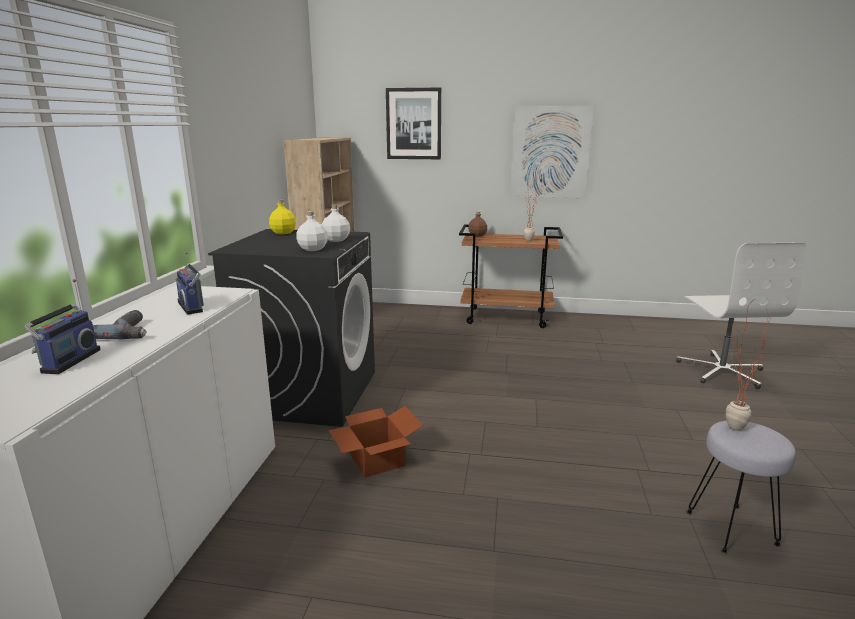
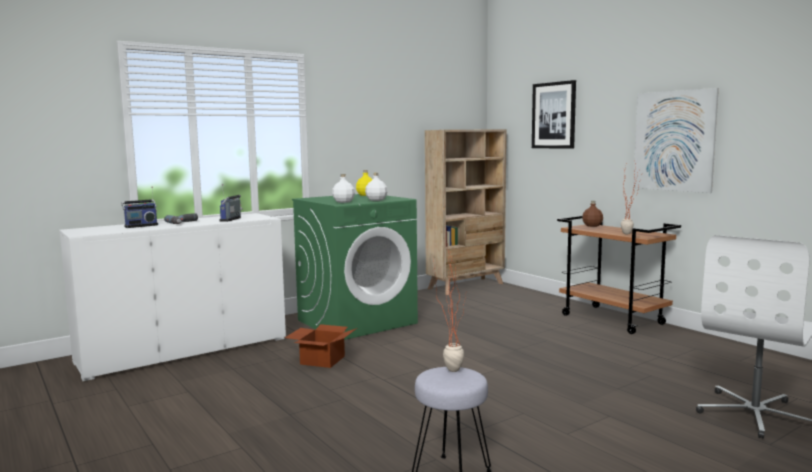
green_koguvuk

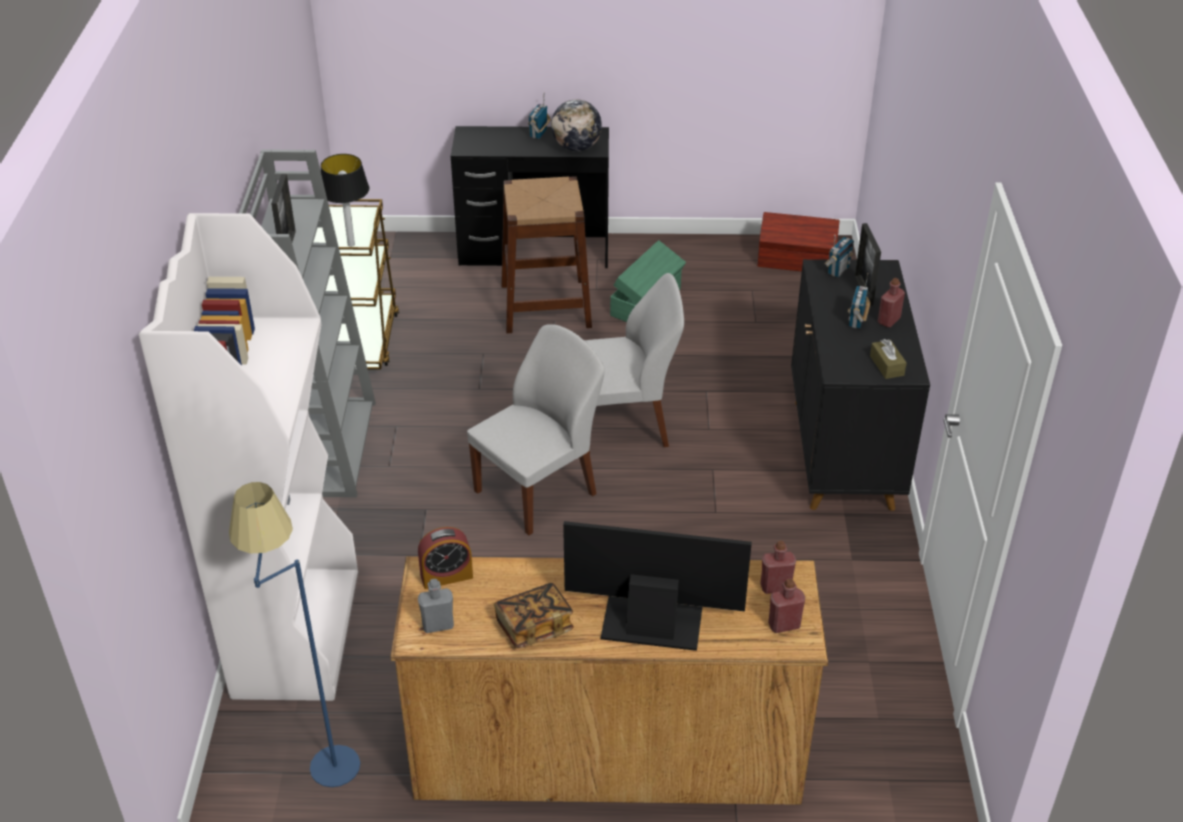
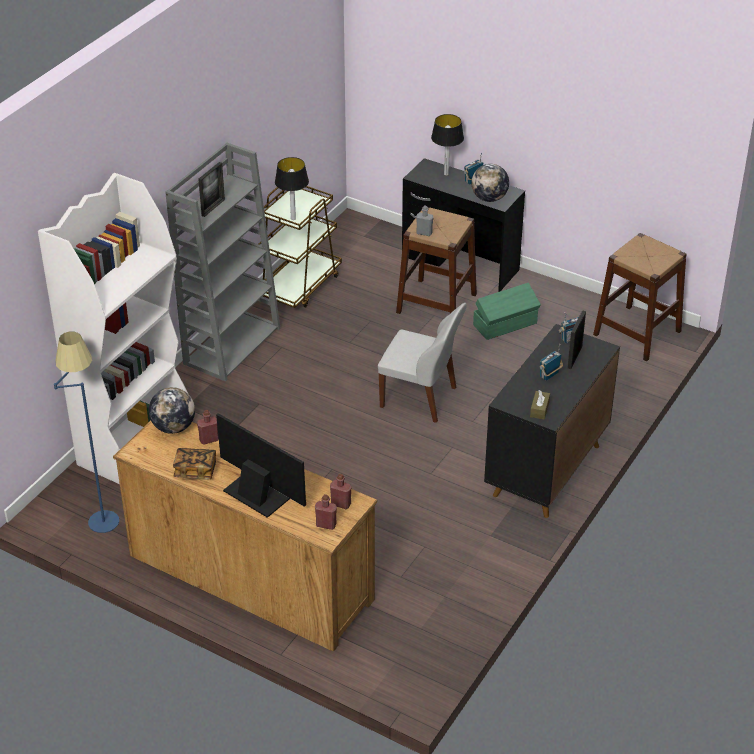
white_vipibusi (1st from left in the first image)
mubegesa (2nd from left)
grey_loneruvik
red_loneruvik (1st from left)
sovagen (1st from left)
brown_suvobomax (2nd from left)

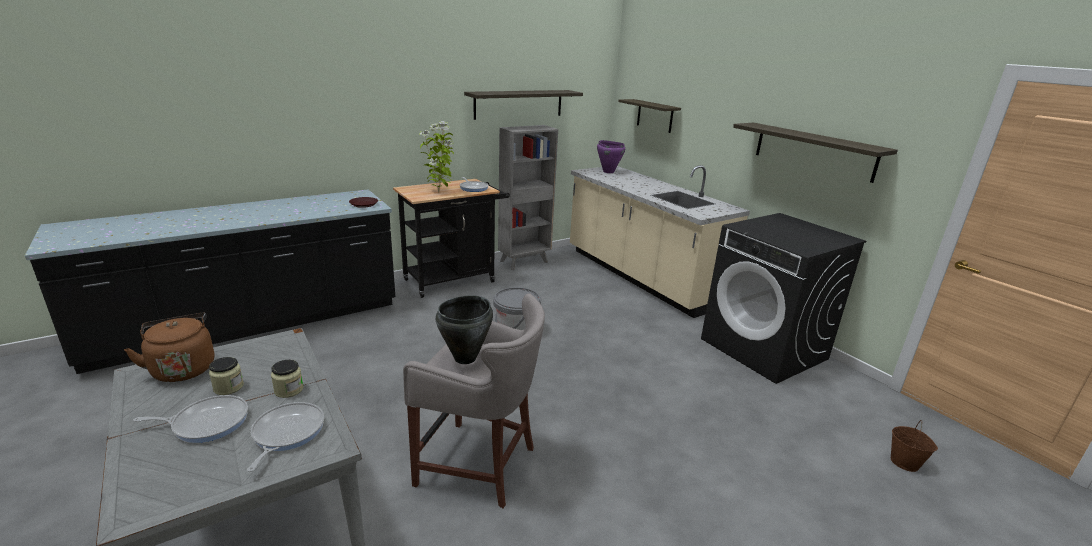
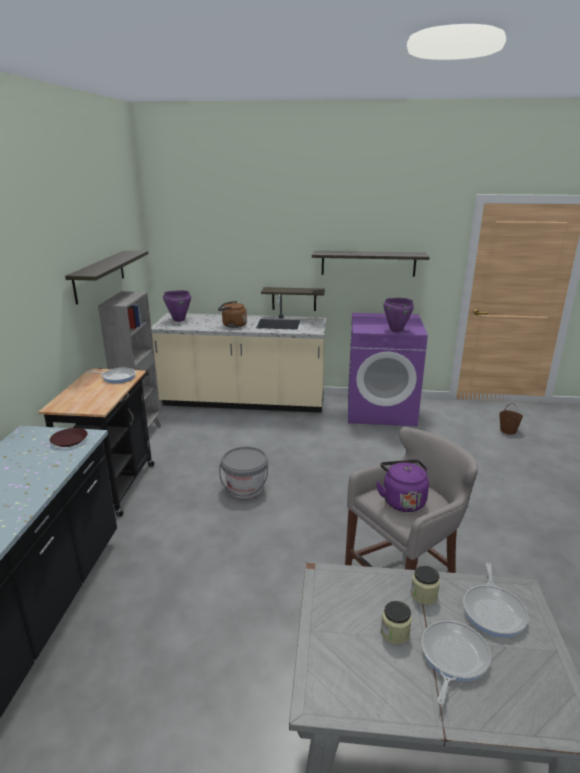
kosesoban
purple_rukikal (2nd from left)
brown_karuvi
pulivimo (2nd from left)
purple_karuvi
purple_koguvuk
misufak (3rd from left)

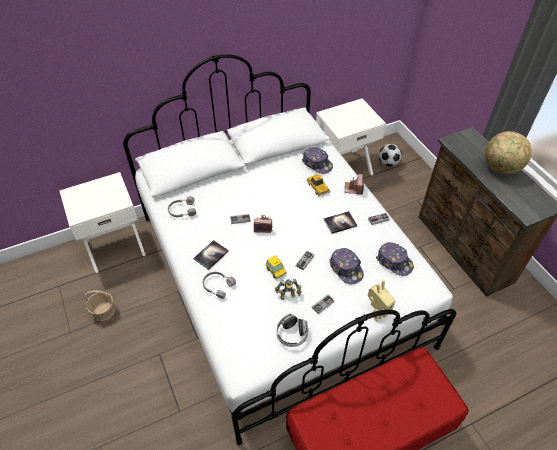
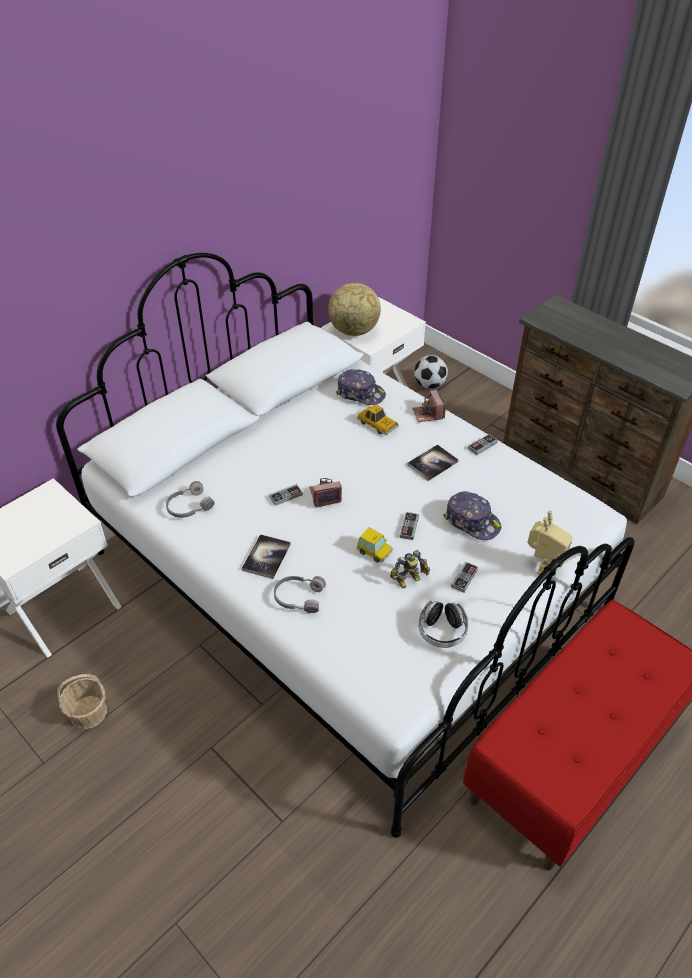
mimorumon (3rd from left in the first image)
sovagen

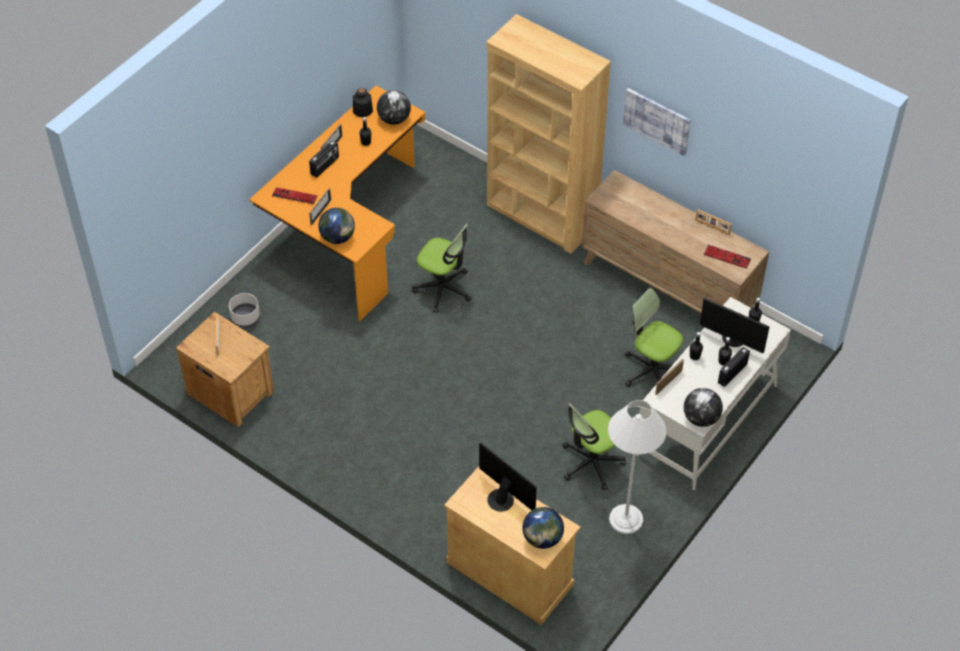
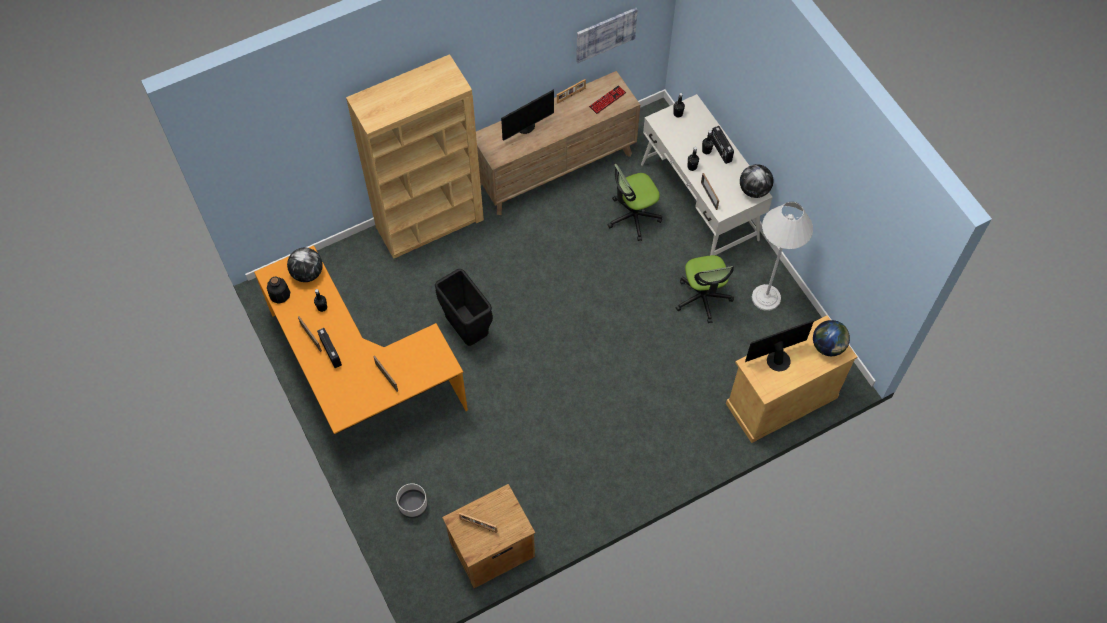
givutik (1st from left in the first image)
sovagen (1st from left in the first image)
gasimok
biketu (1st from left)
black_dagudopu

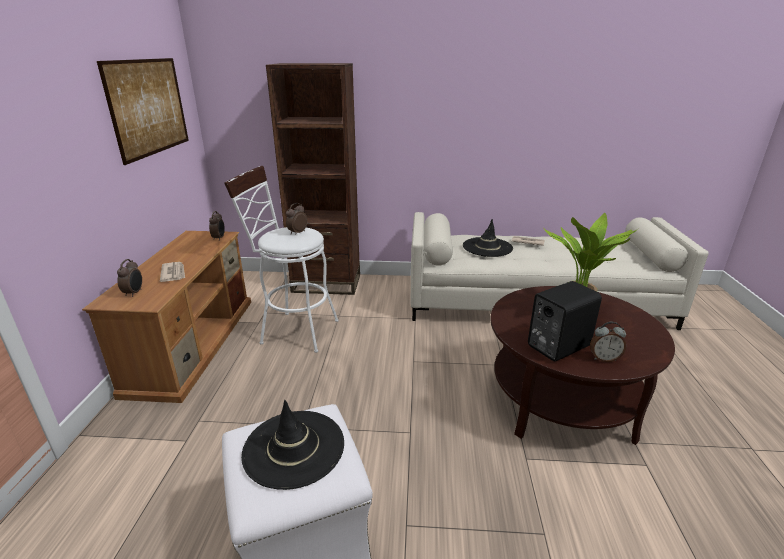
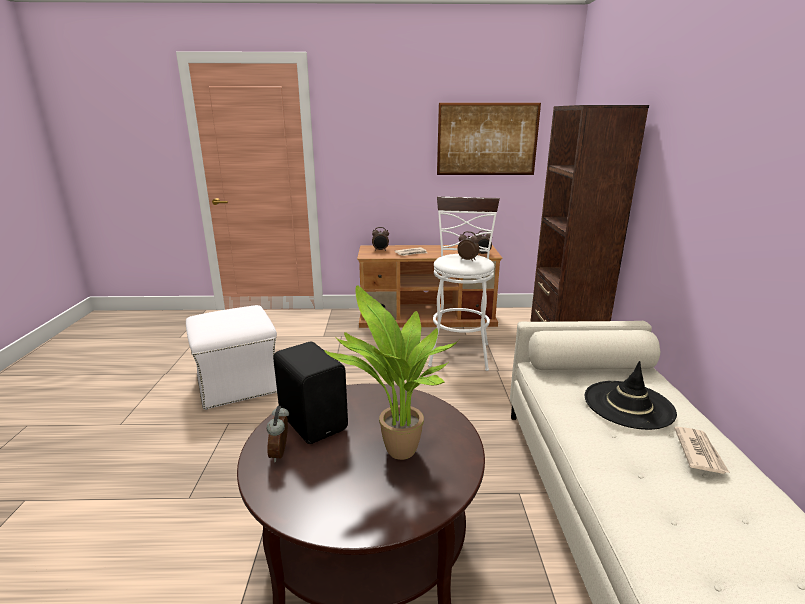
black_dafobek (1st from left in the first image)

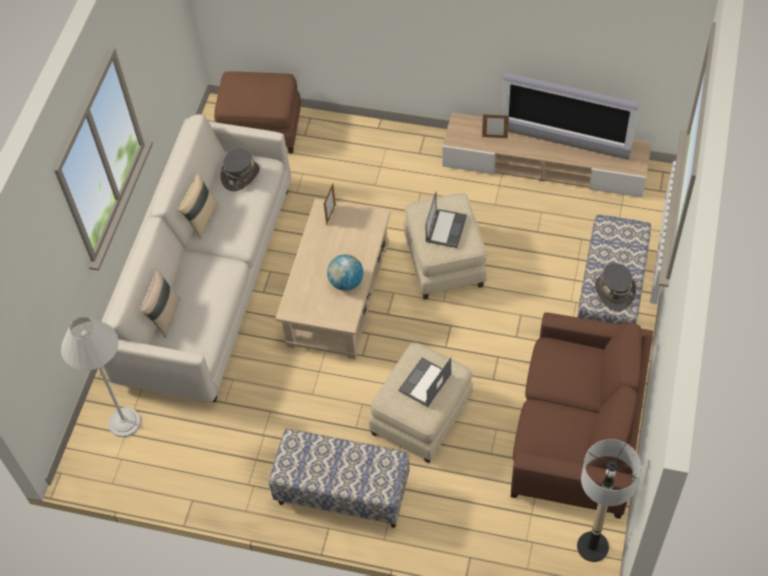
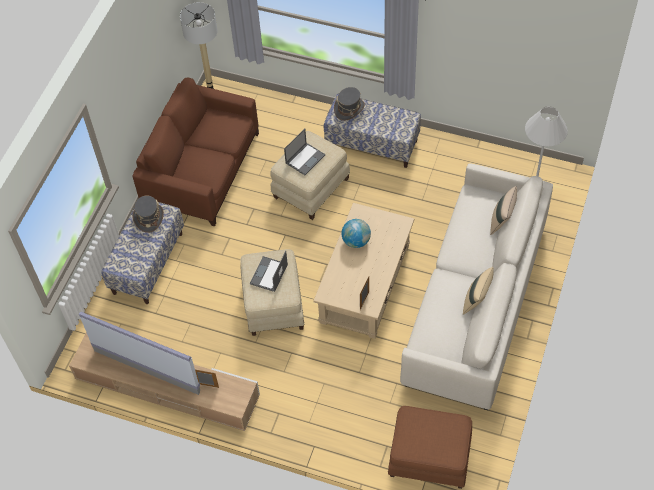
grey_dafobek (2nd from left)

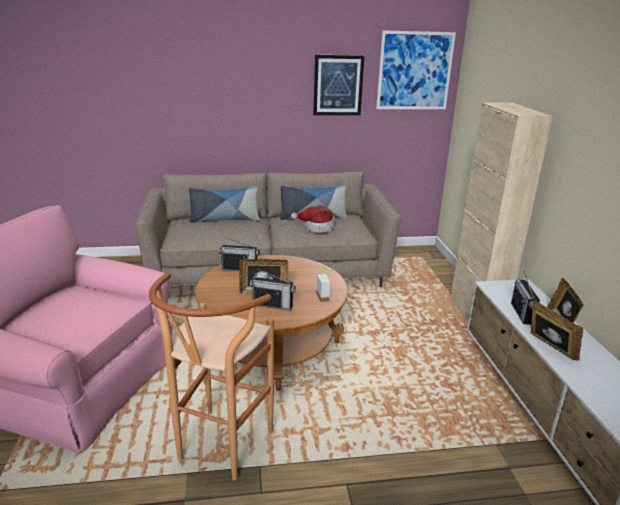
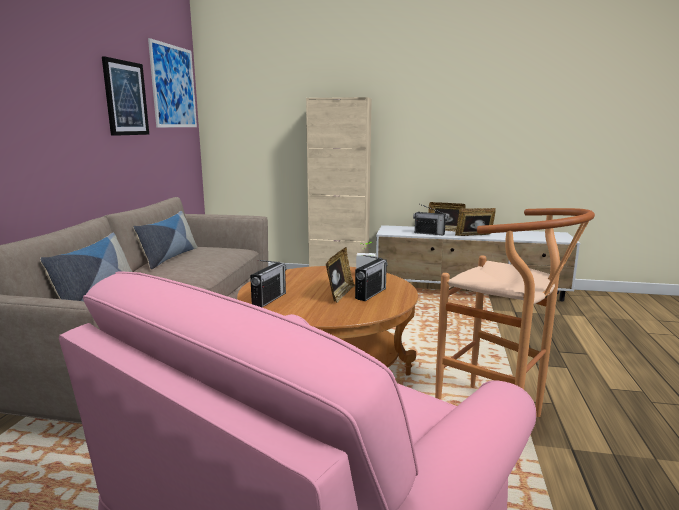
dafobek

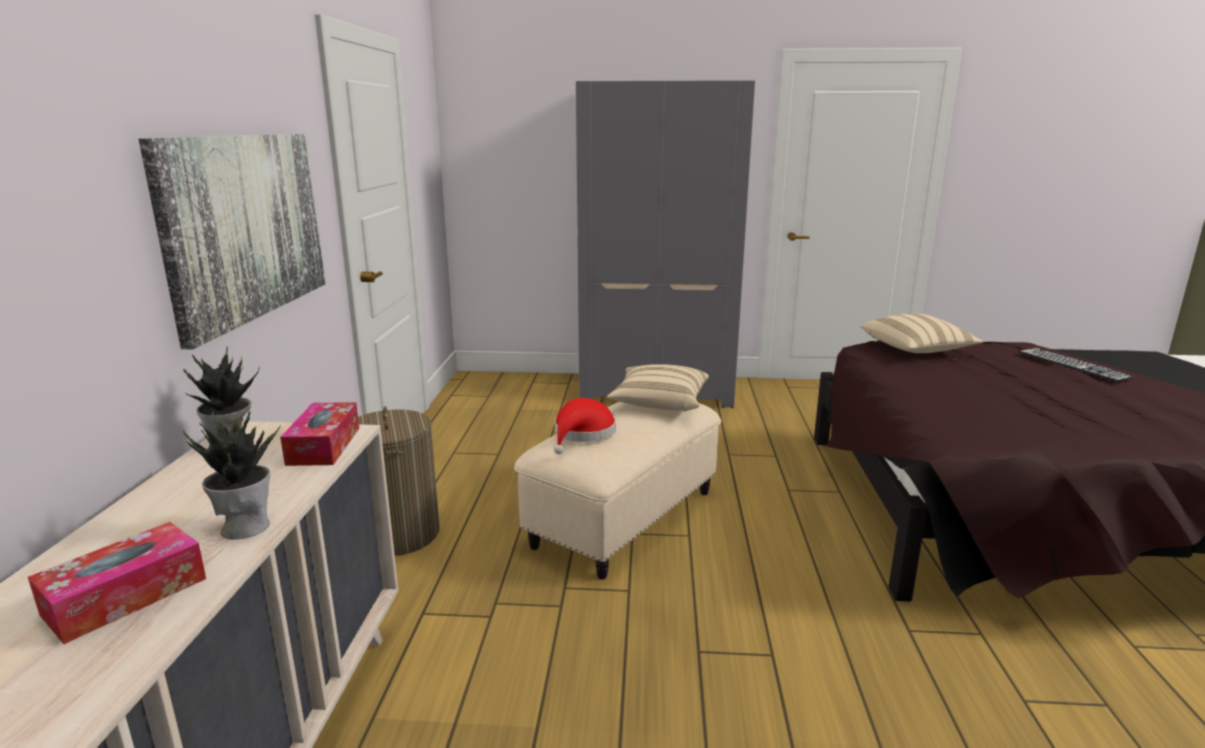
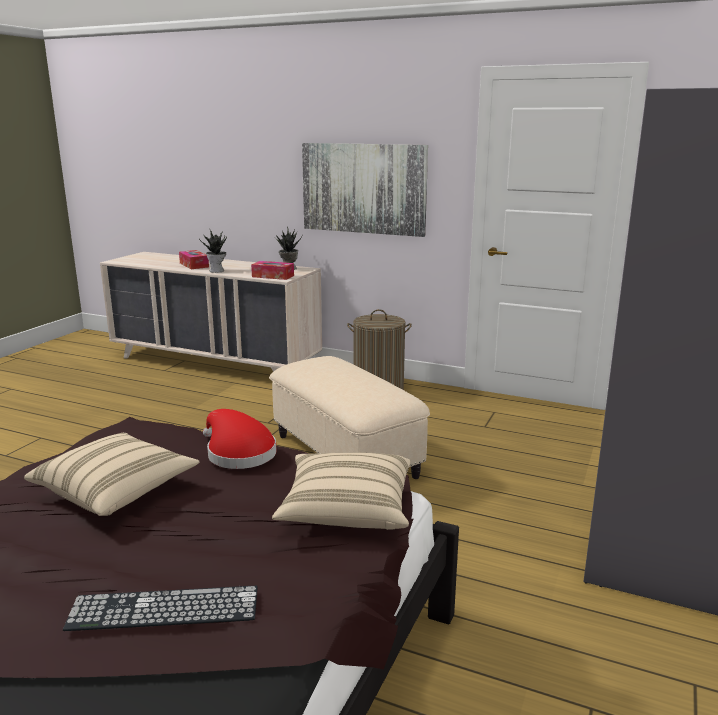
red_dafobek
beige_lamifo (1st from left)

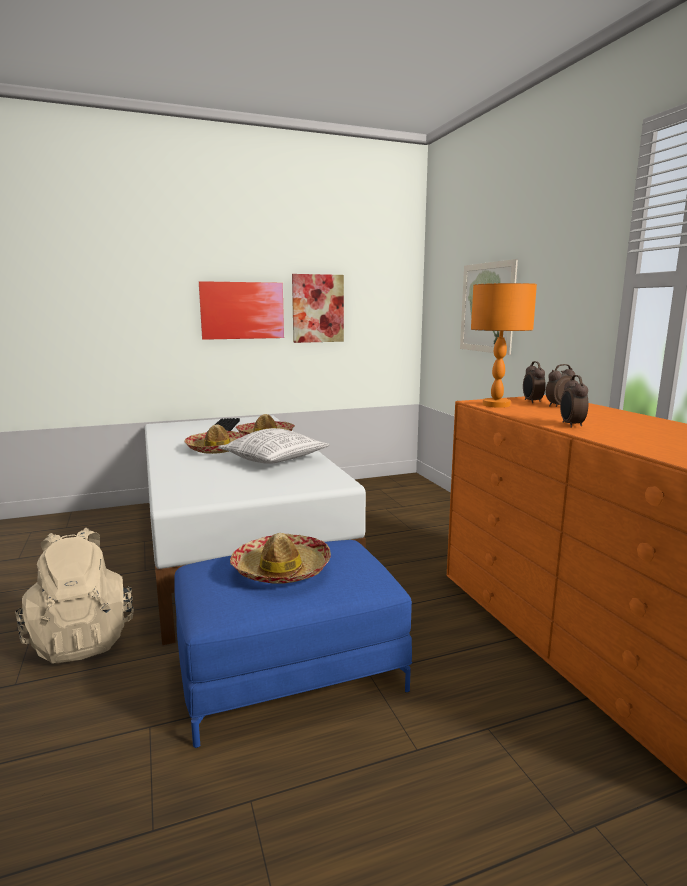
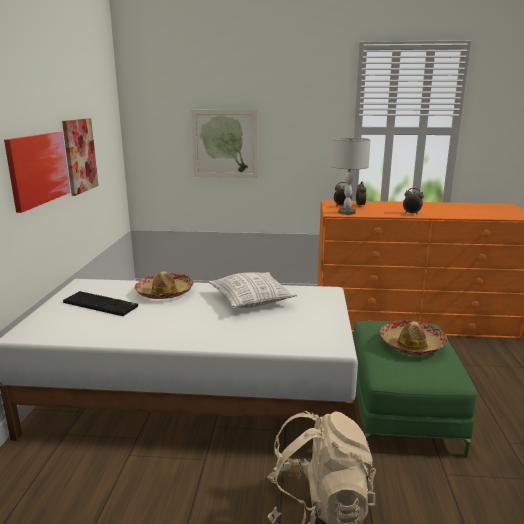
dafobek (1st from left in the first image)
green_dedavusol
grey_mubegesa

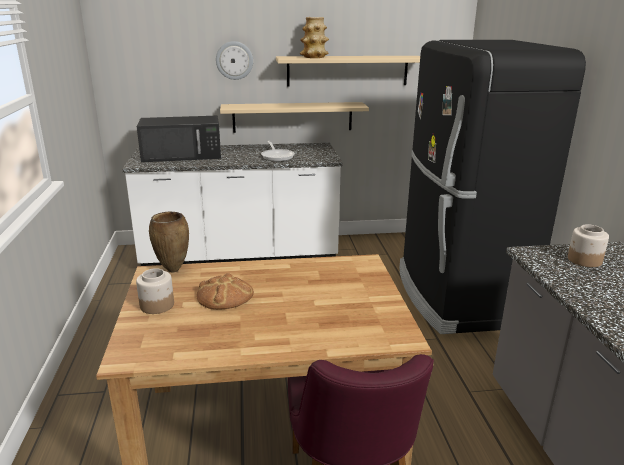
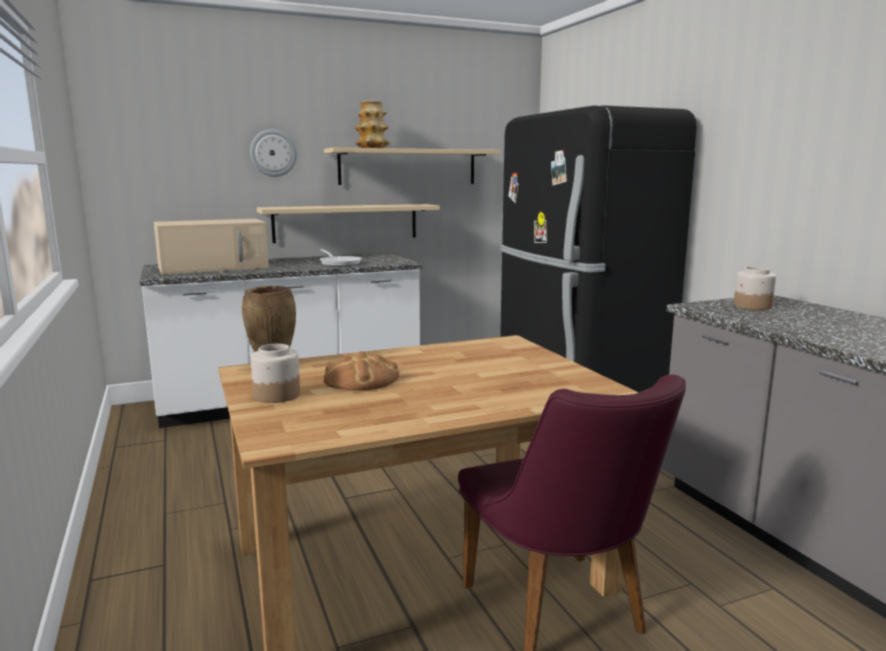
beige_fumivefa

